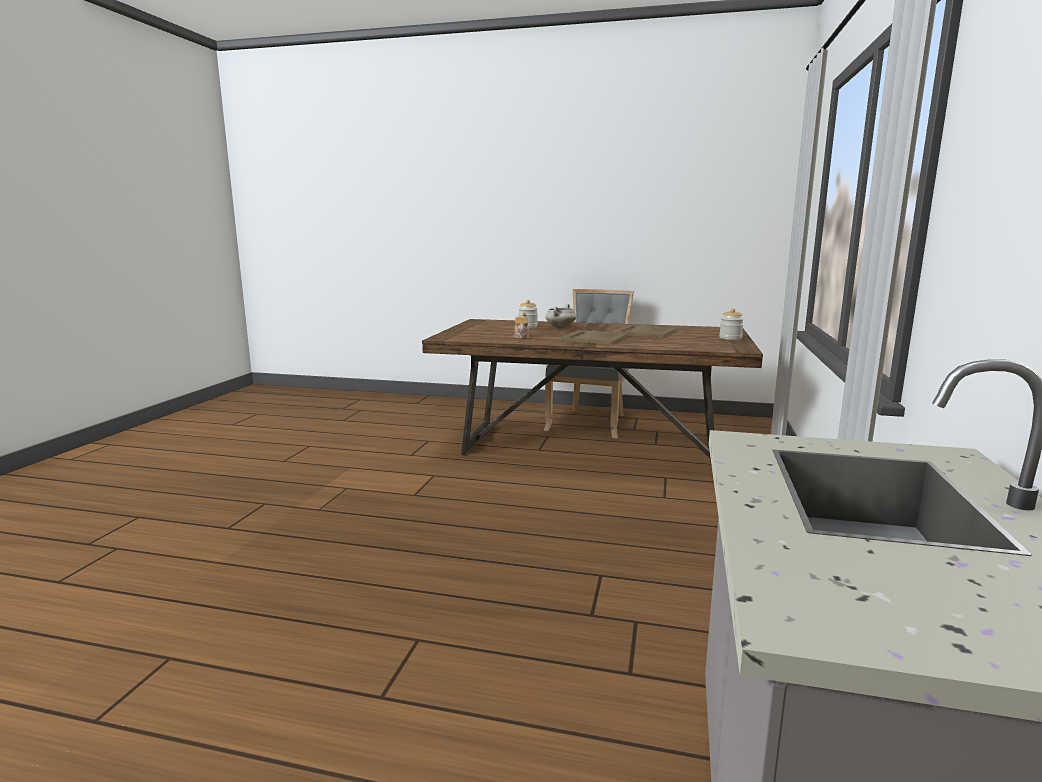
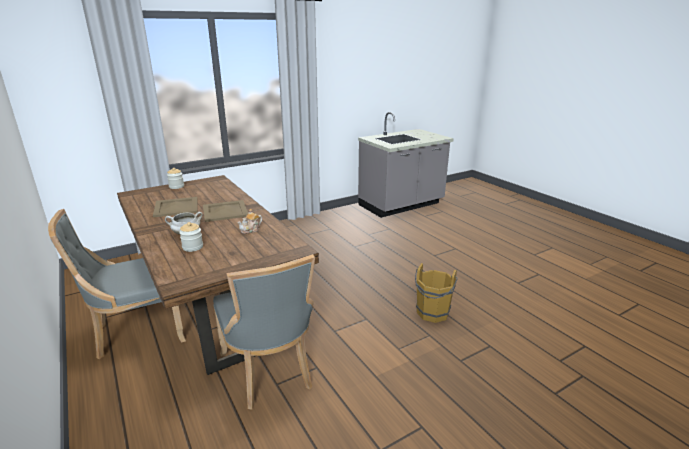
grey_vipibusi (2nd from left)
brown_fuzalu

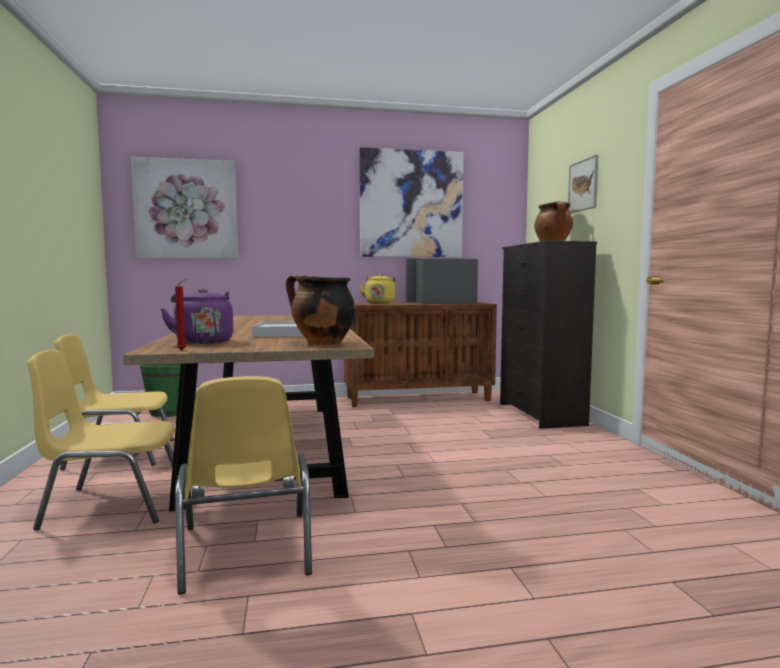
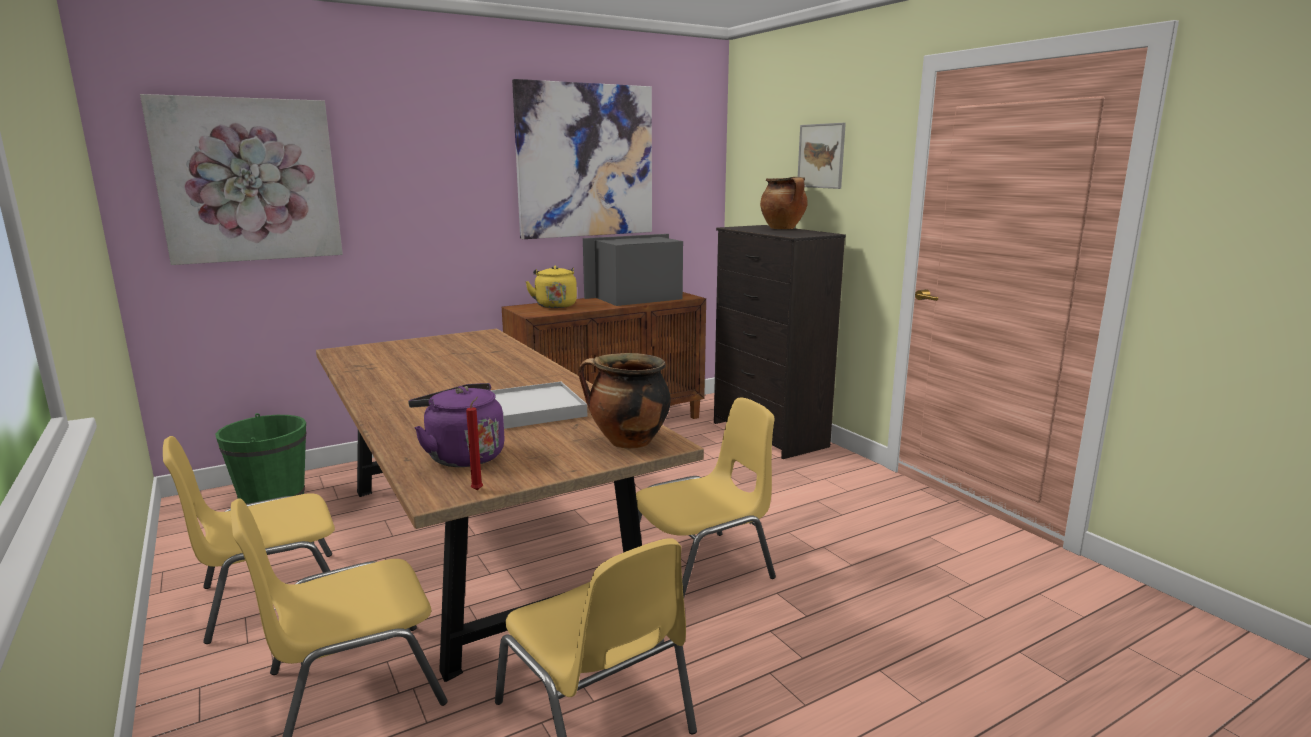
yellow_vipibusi (4th from left)

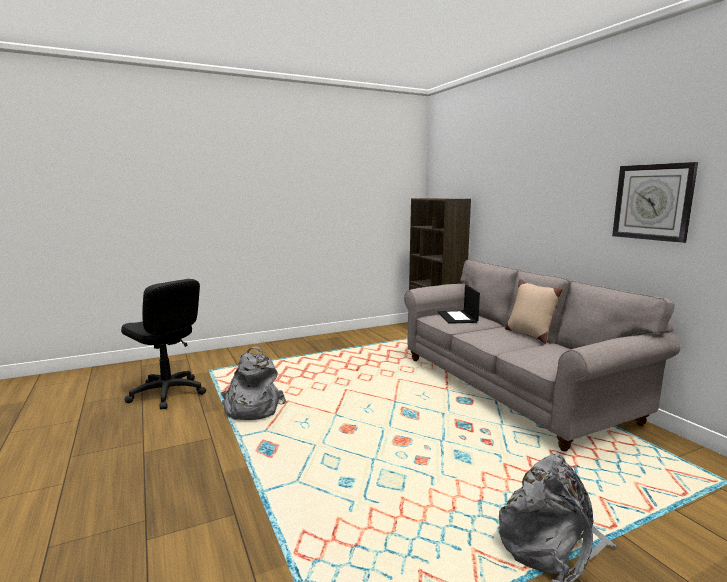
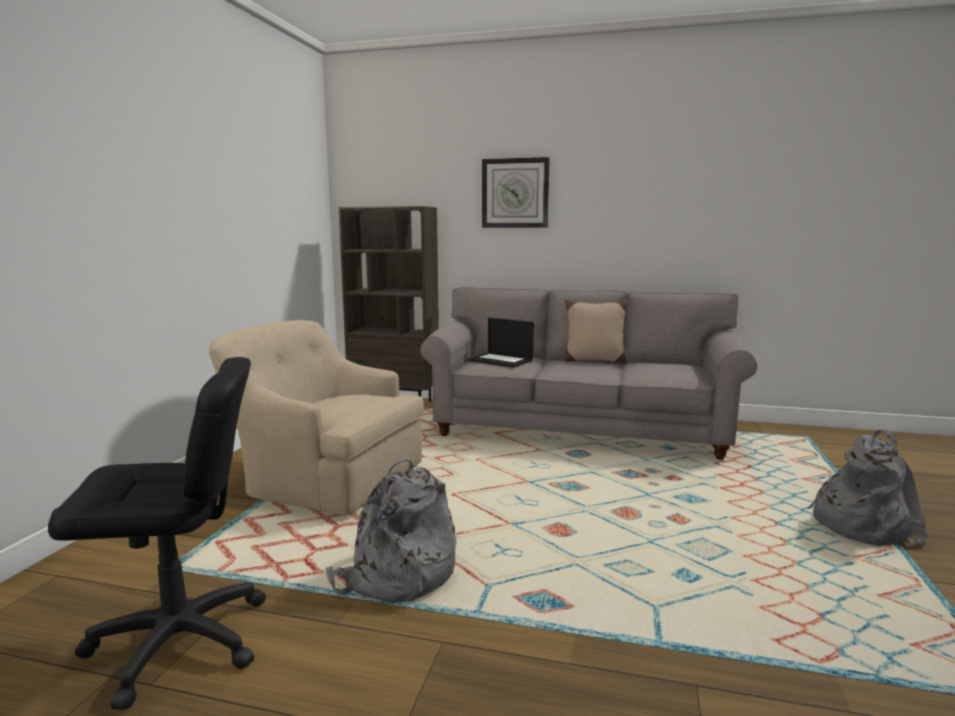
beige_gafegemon
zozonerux

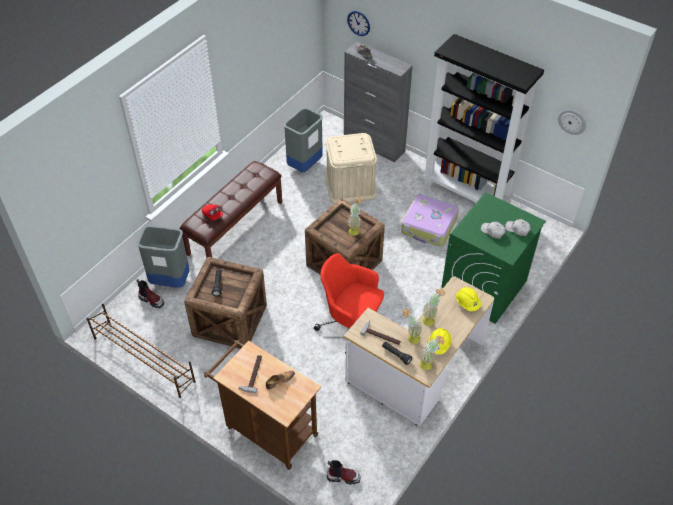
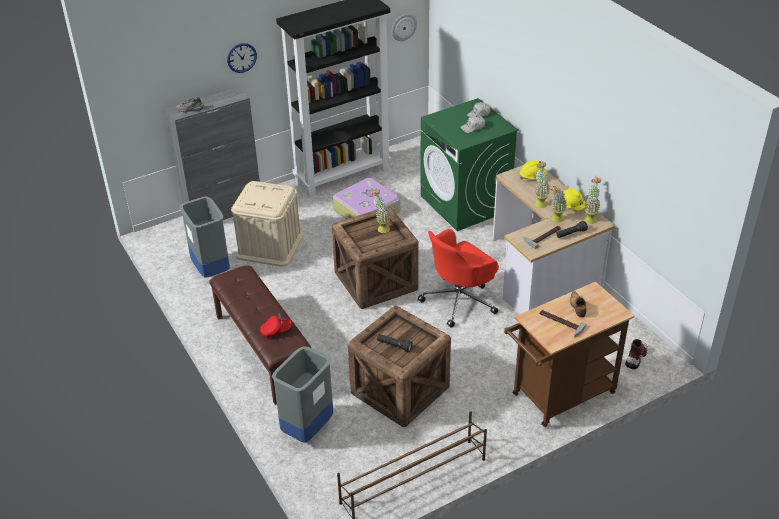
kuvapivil (1st from left in the first image)
zozonerux (1st from left)

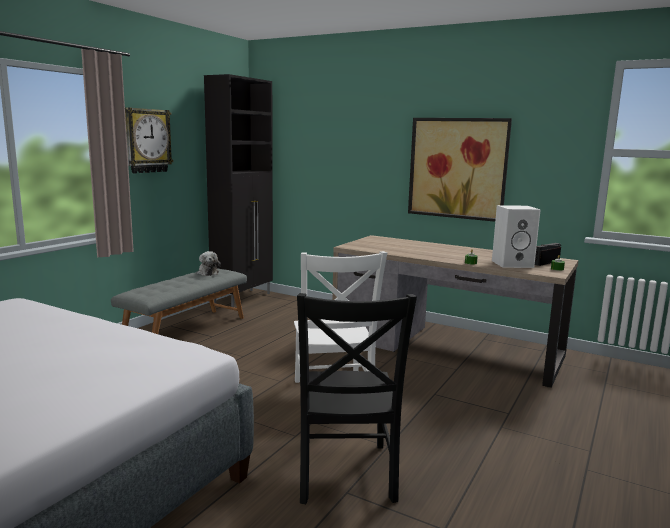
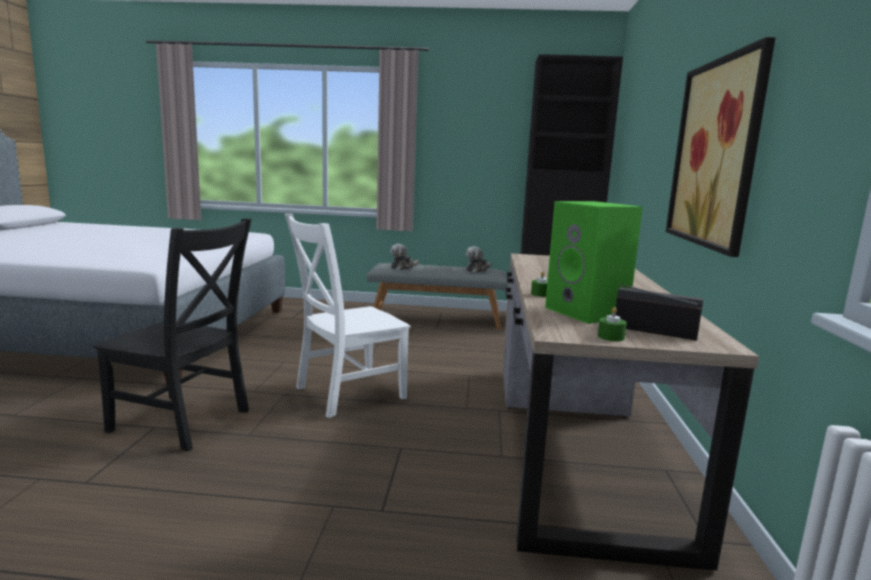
zozonerux
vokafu (1st from left)
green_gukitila
black_vipibusi

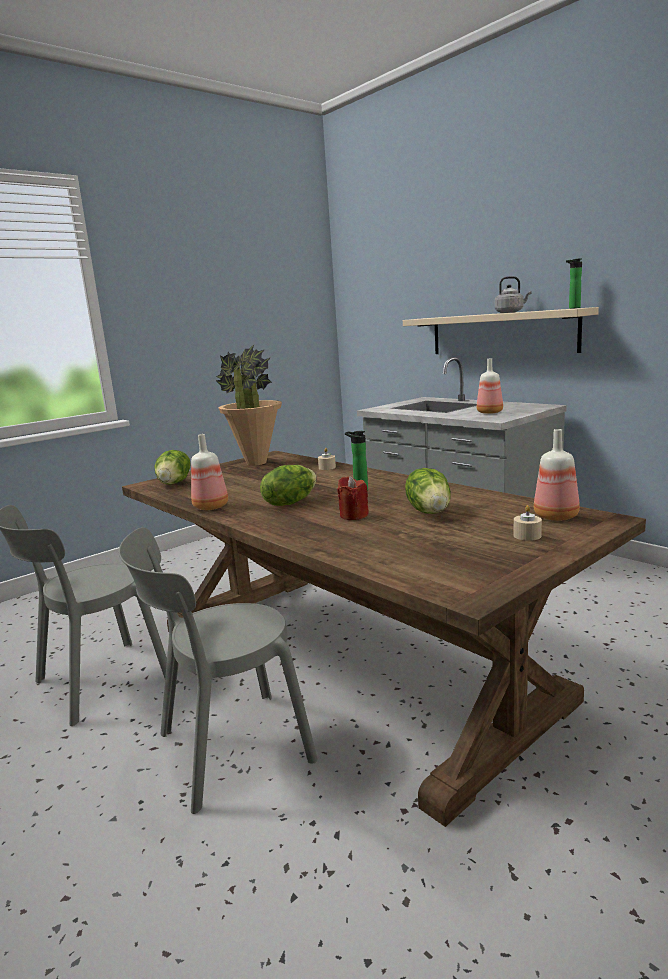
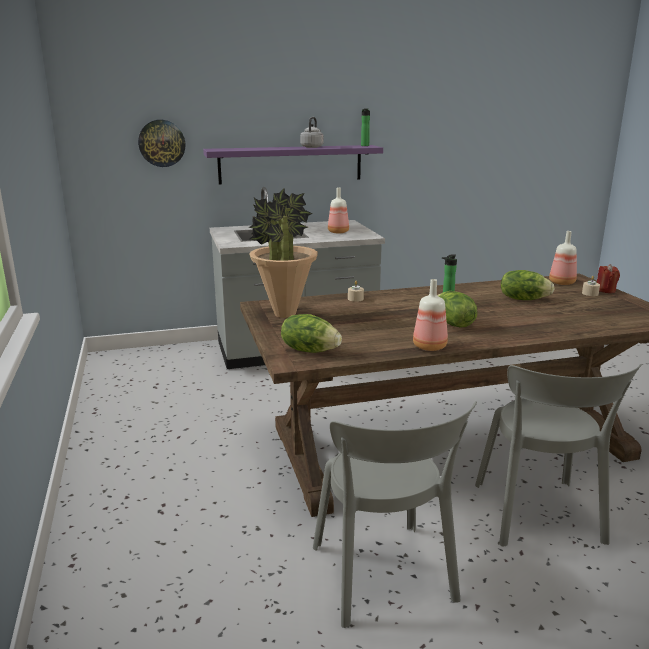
zozonerux
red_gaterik
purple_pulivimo

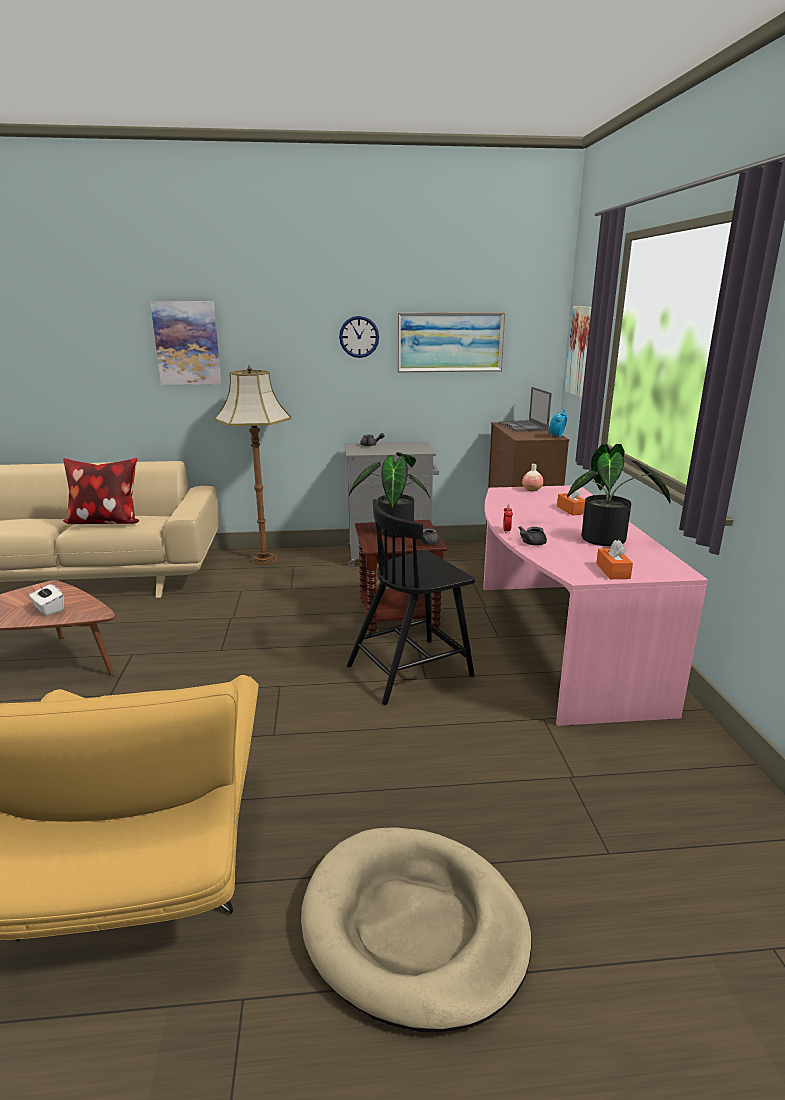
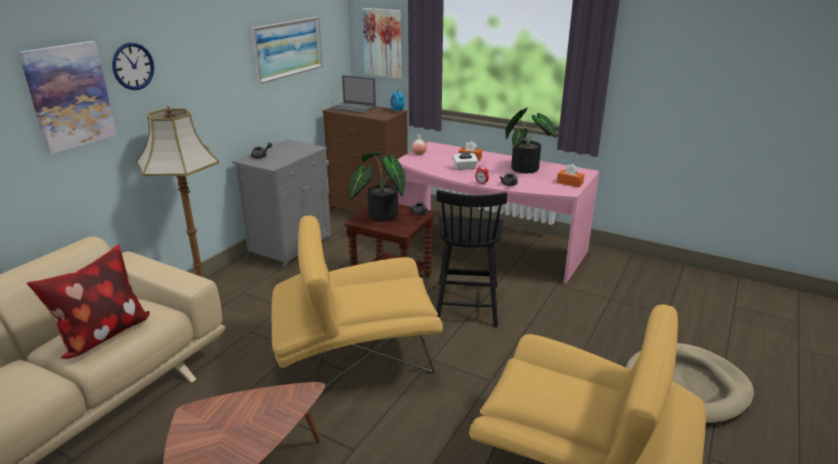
yellow_gafegemon (1st from left)
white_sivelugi
zozonerux

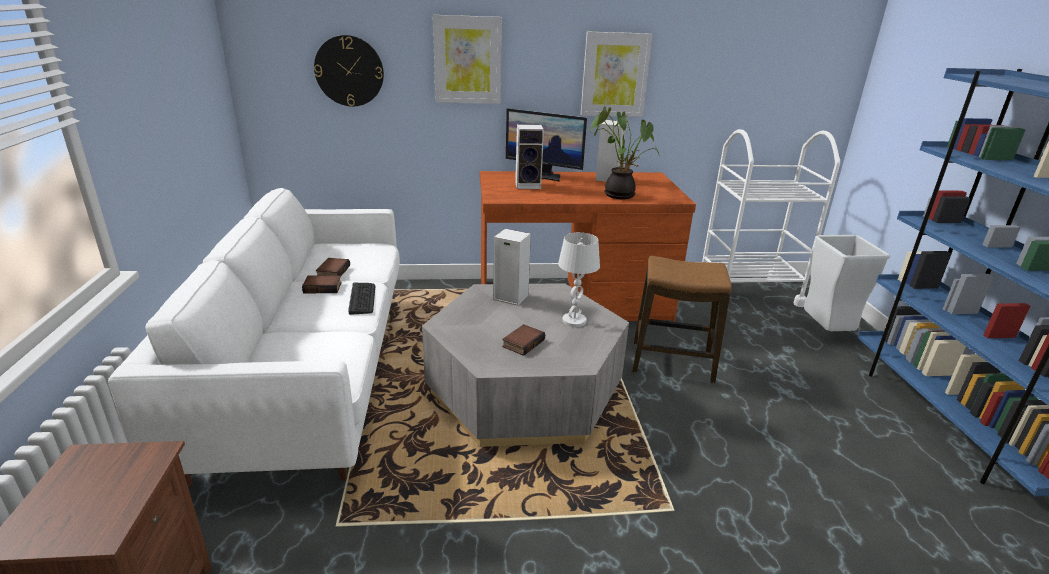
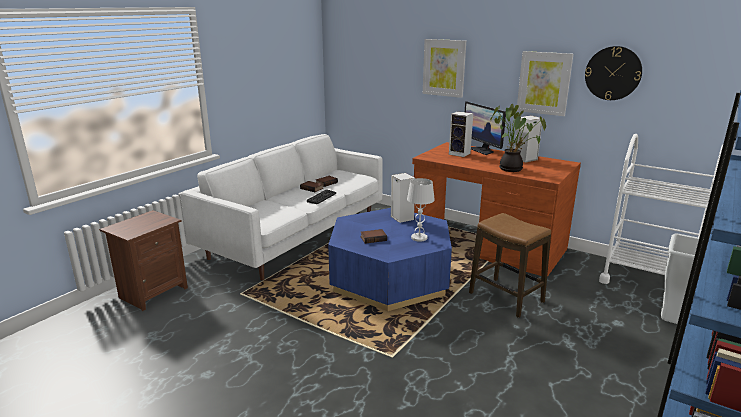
zozonerux
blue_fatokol

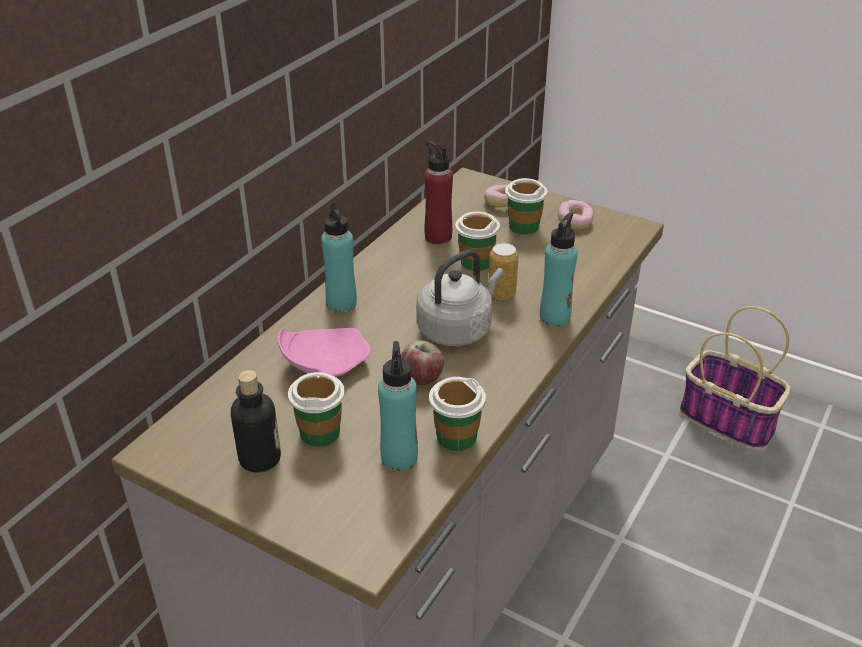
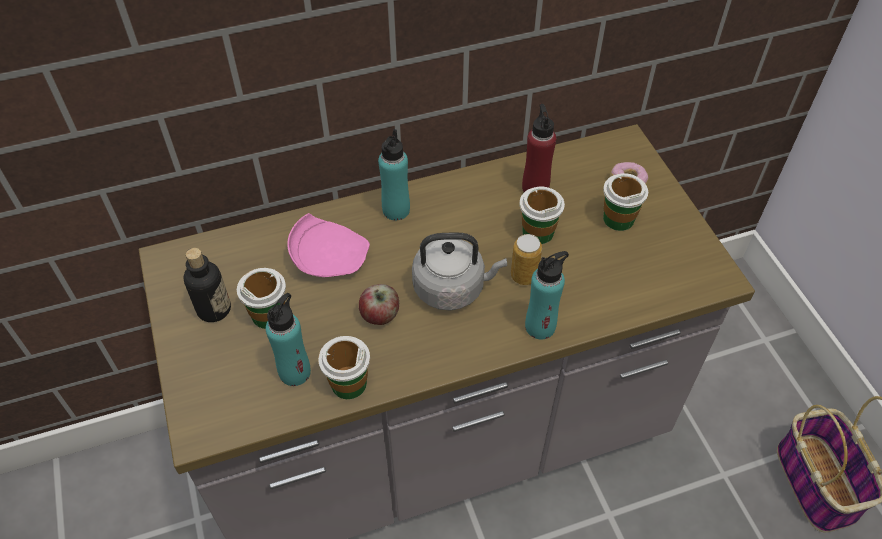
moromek (2nd from left in the first image)

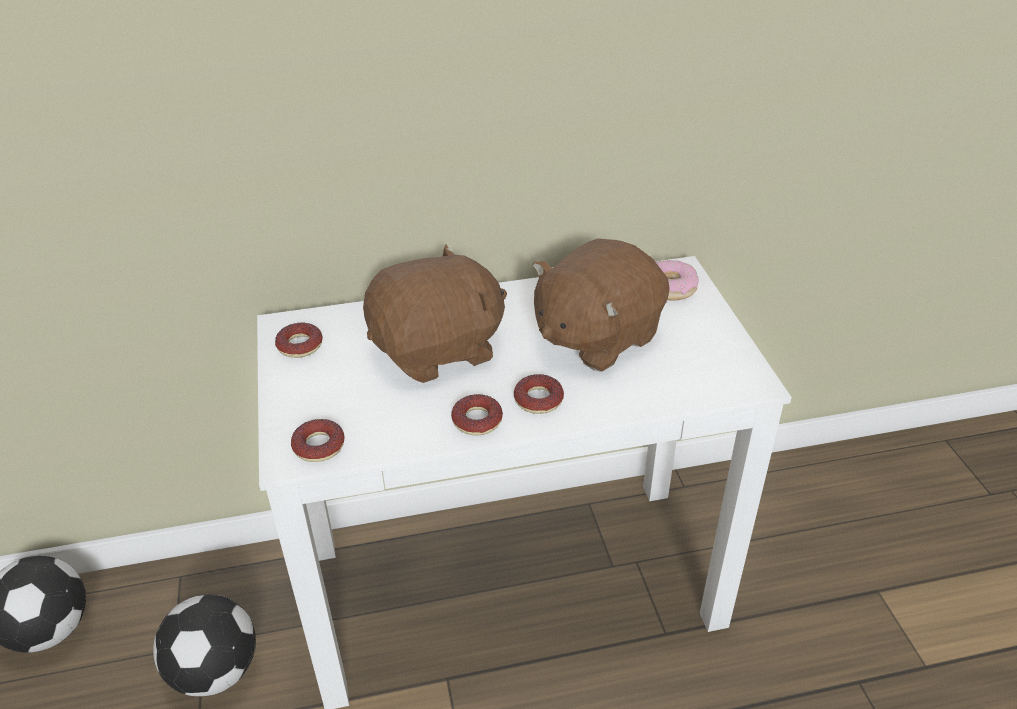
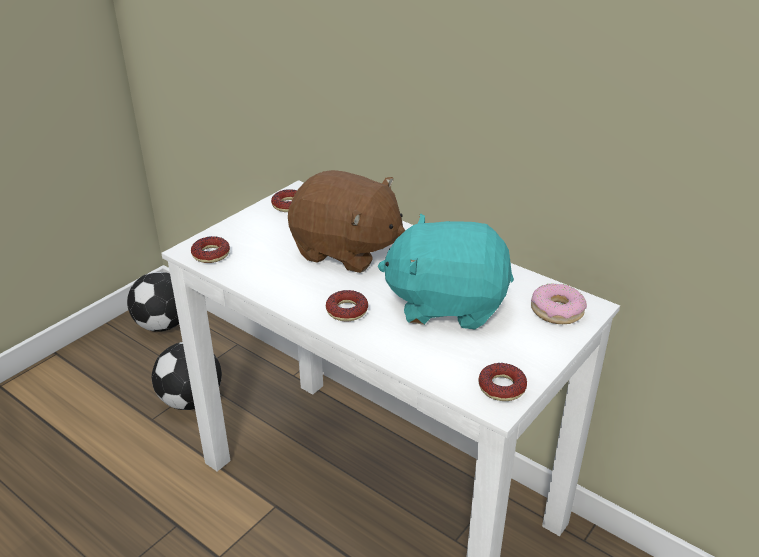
moromek (4th from left)
turquoise_vokafu

